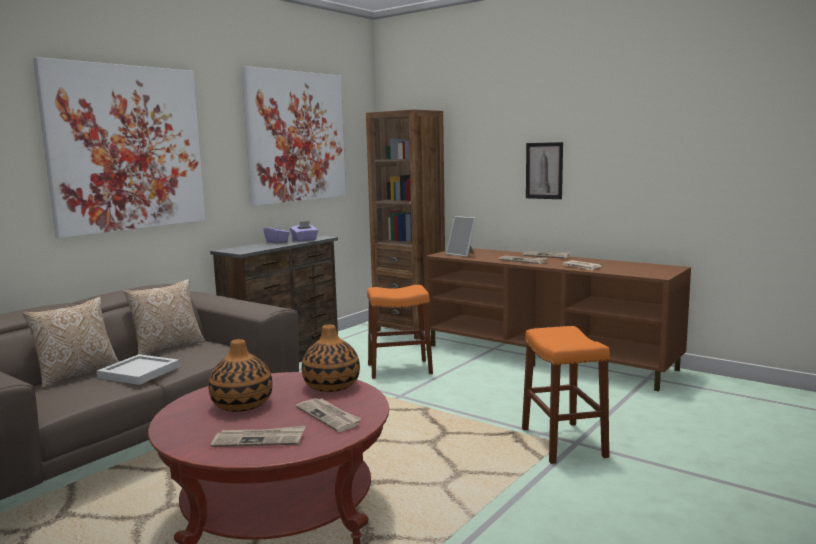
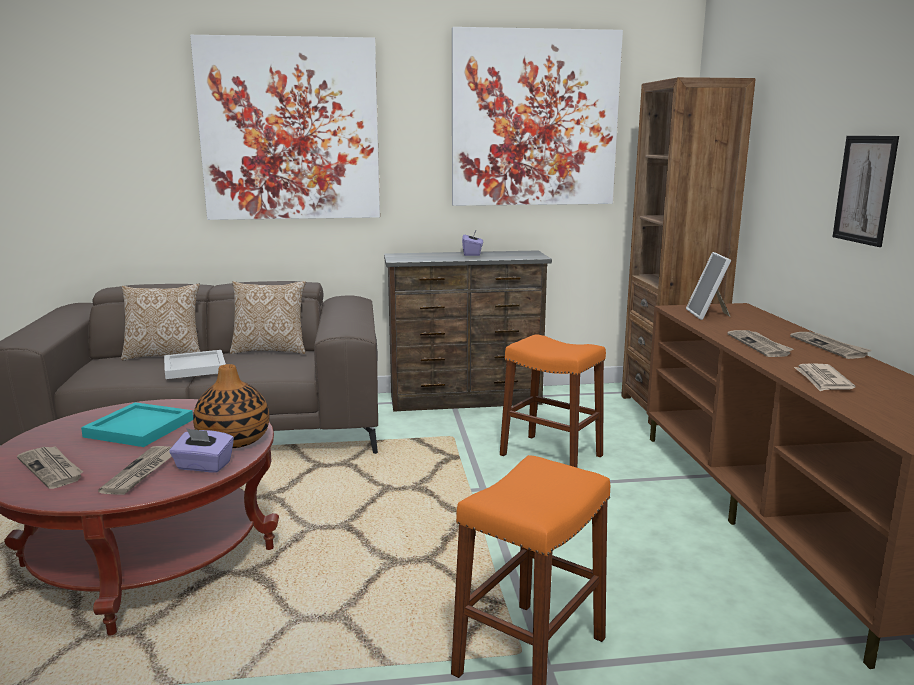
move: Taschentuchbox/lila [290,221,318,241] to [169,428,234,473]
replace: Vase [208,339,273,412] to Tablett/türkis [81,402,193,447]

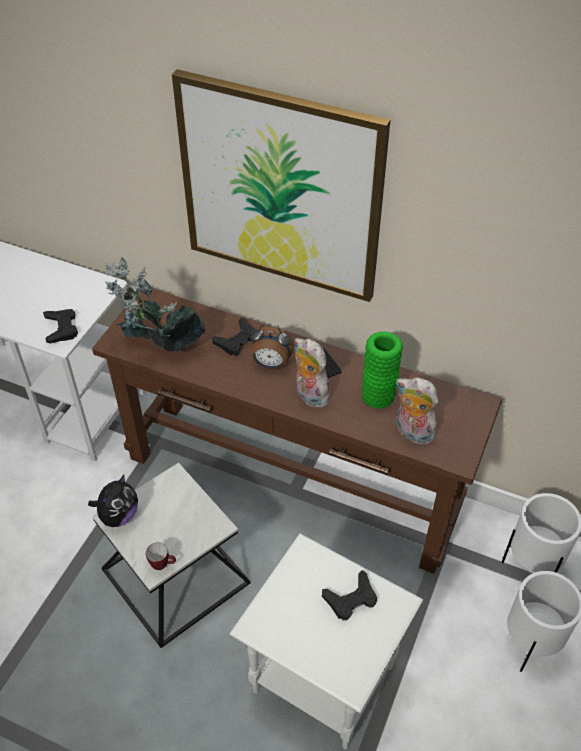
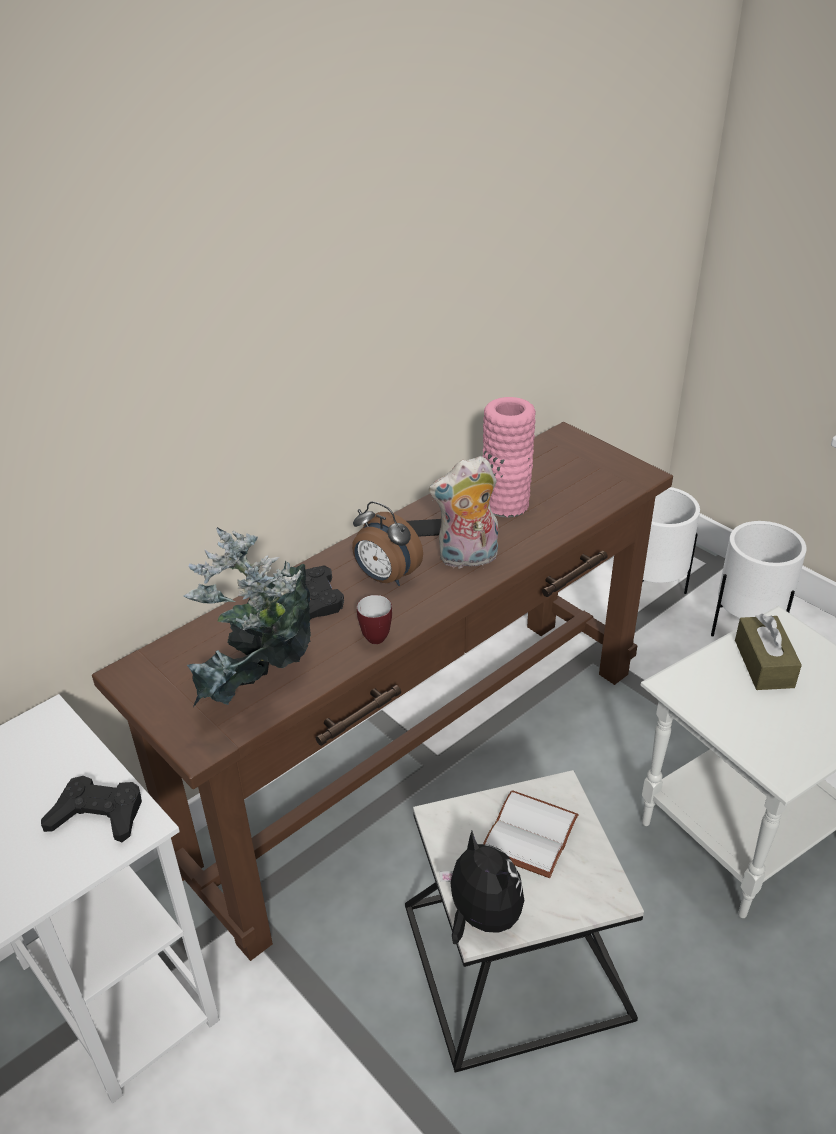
delete: Bild [172,69,390,302]; Plüschtier [396,377,438,445]
insert: Buch/weiß [483,790,579,878]
move: Henkelbecher [146,542,176,570] to [357,595,392,644]
replace: Gamepad/schwarz [322,570,377,620] to Taschentuchbox/braun [735,614,802,690]
recolor: Vase/grün [362,332,403,409] to Vase/rosa [483,397,536,518]
rotate: Wecker [250,325,295,369] = [352,501,423,586] 90 degrees clockwise

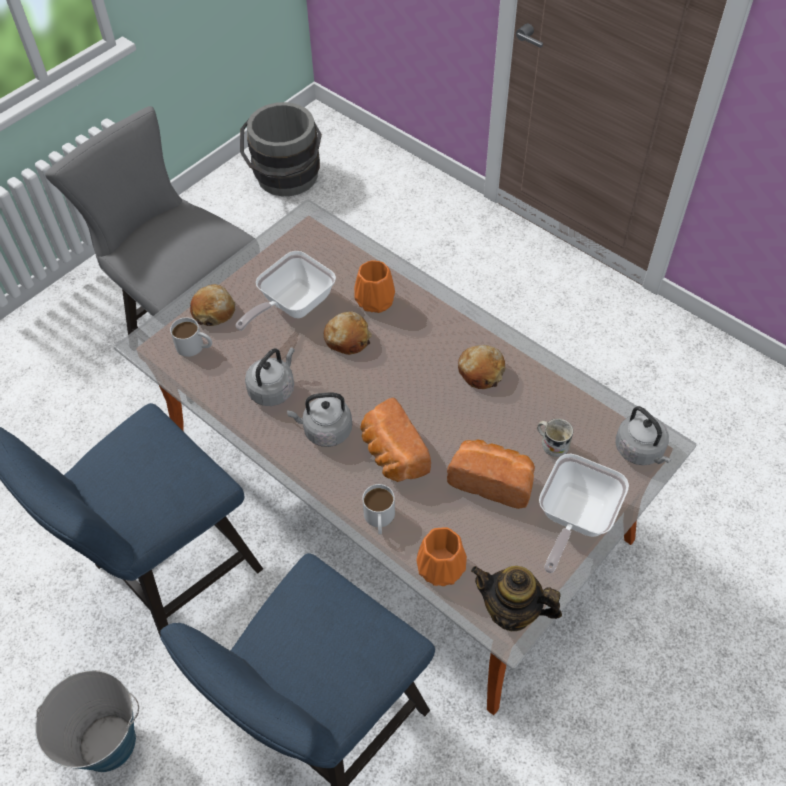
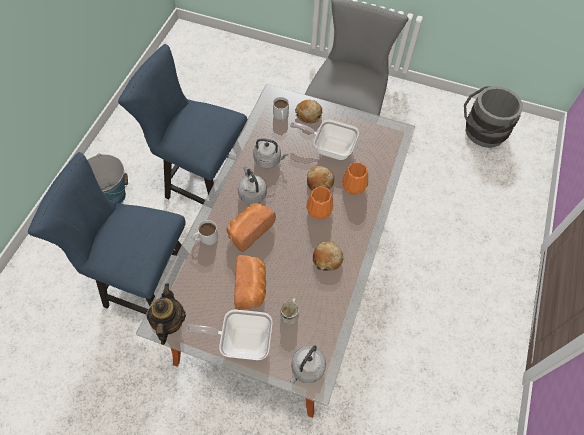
move: Vase/orange [417,527,467,586] to [306,187,333,220]

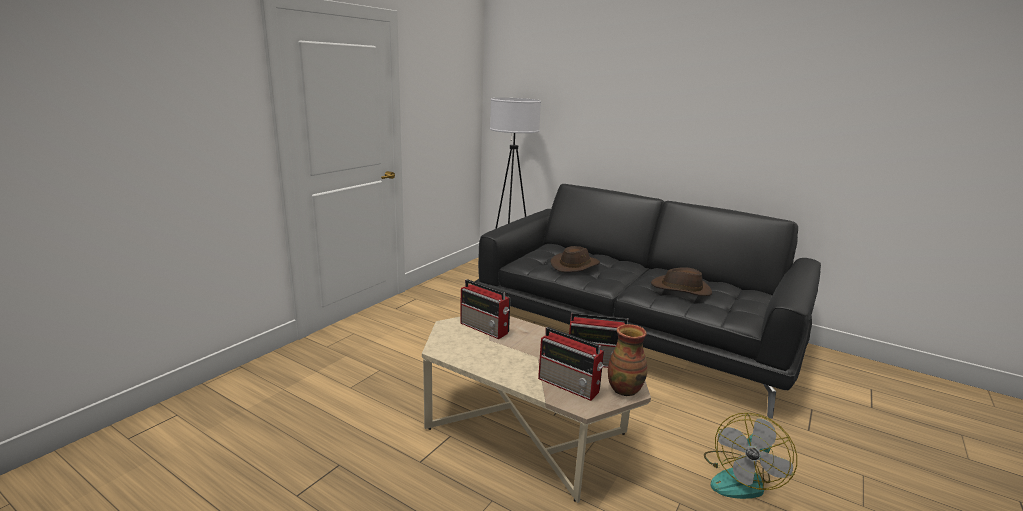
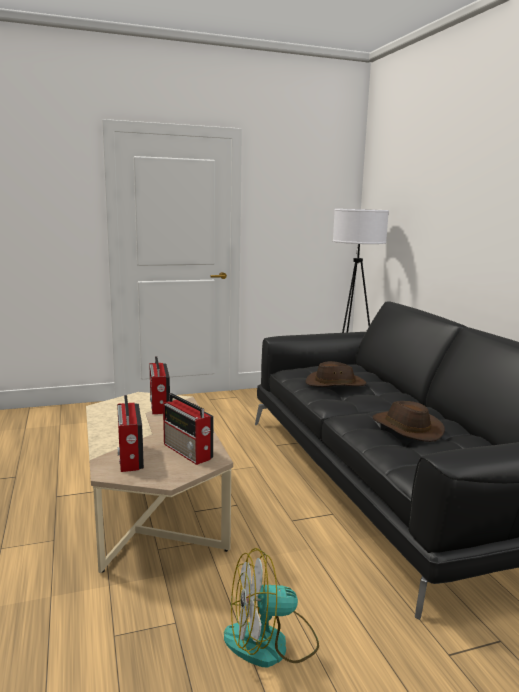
delete: Vase [608,324,647,396]

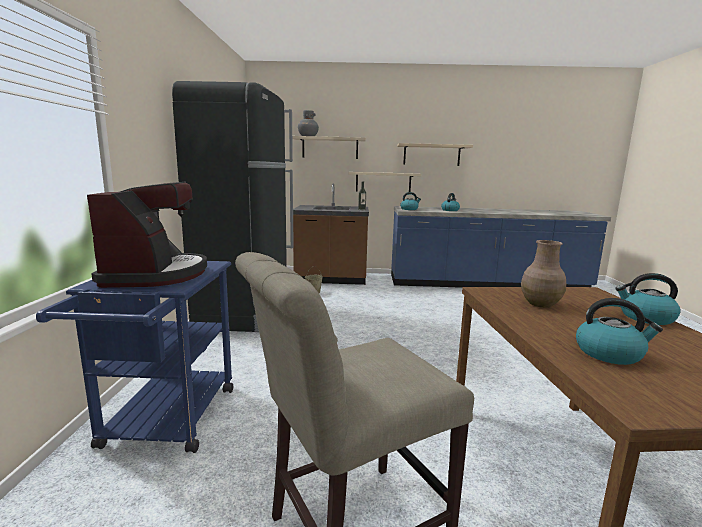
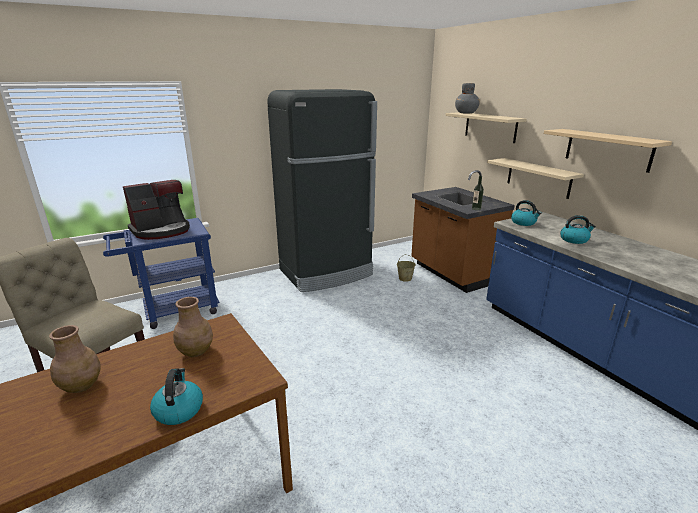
replace: Wasserkessel [576,298,663,365] to Vase/braun [49,325,101,393]

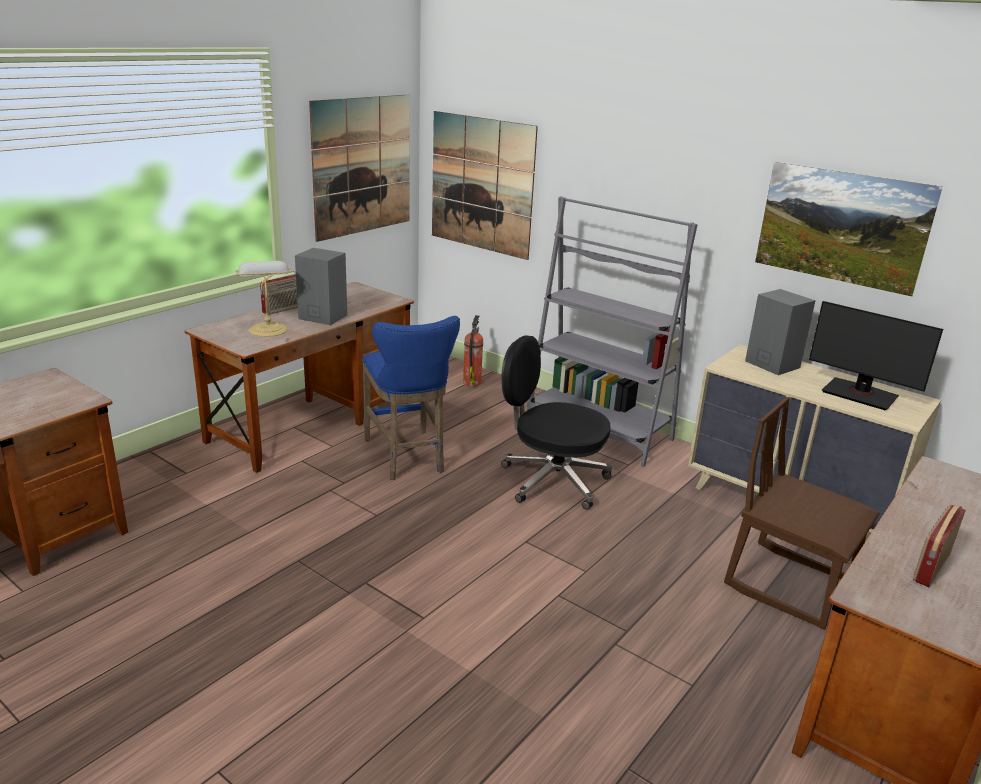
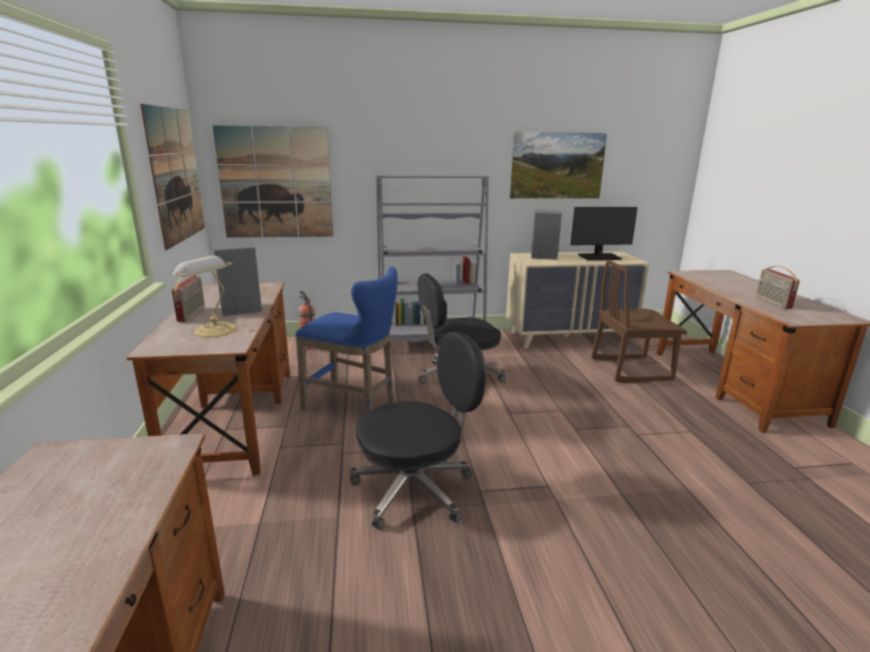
insert: Bürostuhl/schwarz [350,332,486,530]

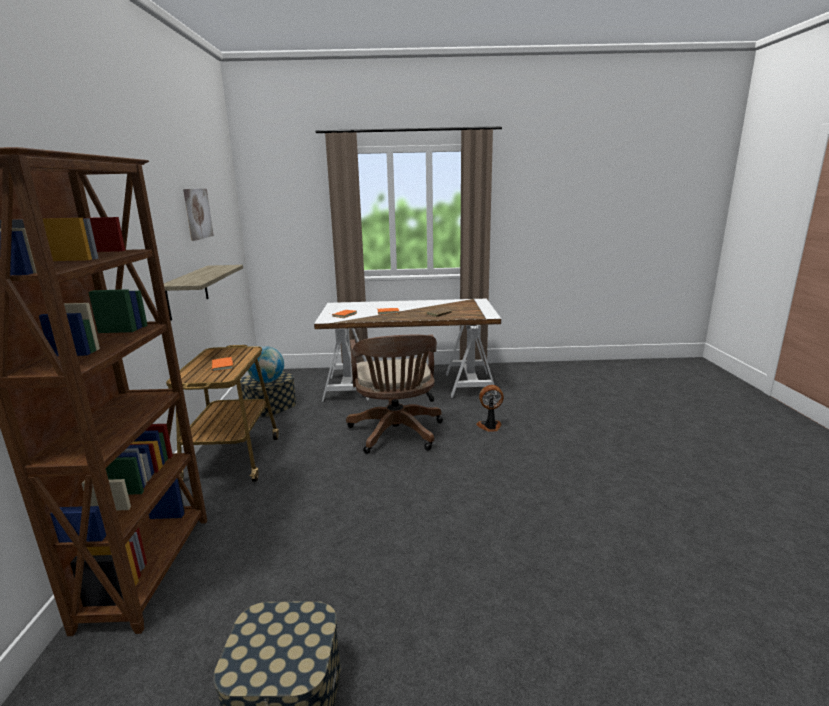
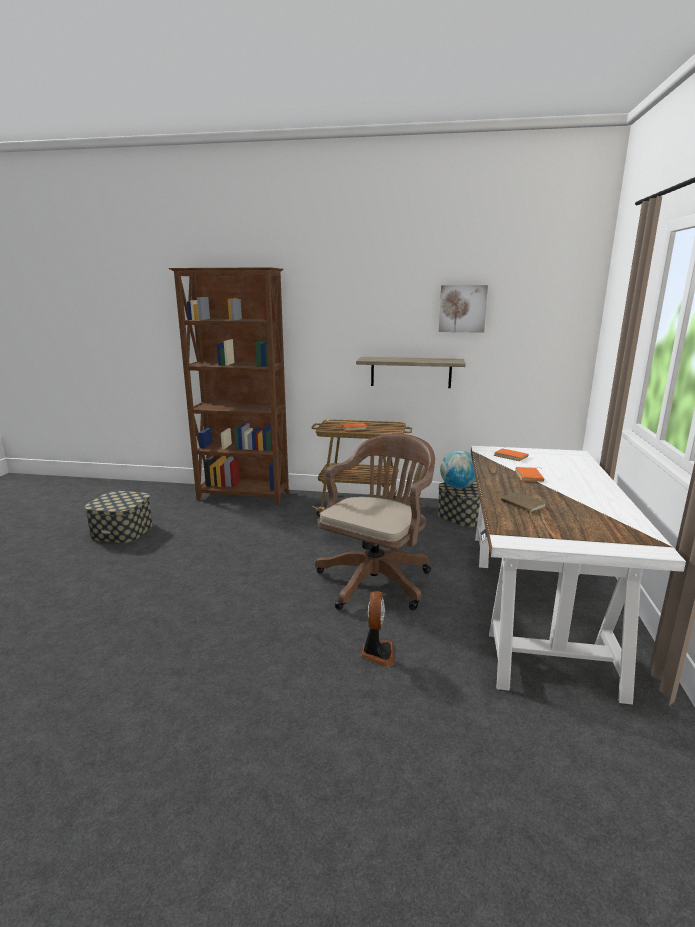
rotate: Bürostuhl/braun [346,335,443,454] = [315,434,435,610] 120 degrees clockwise

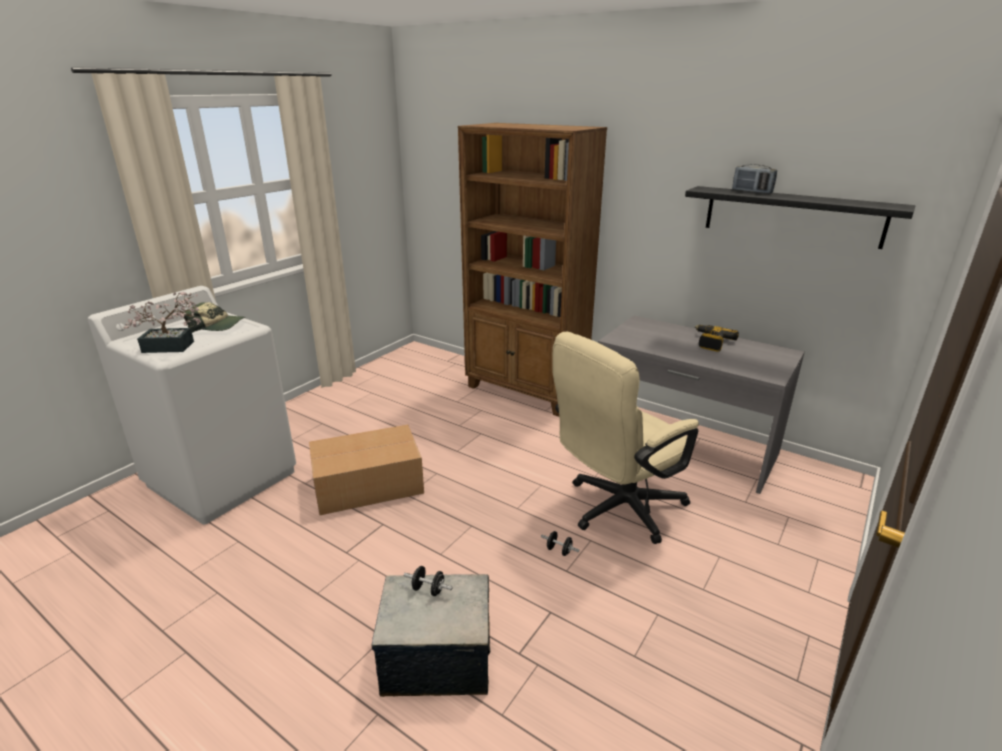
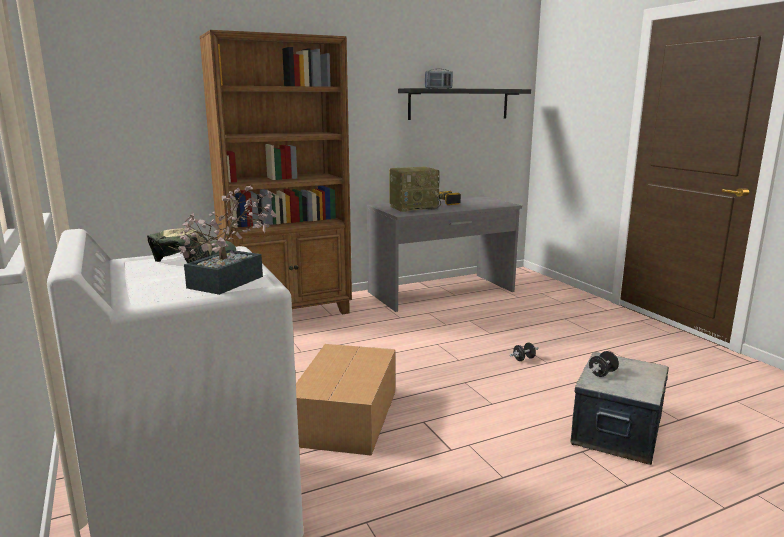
delete: Bürostuhl/beige [552,332,699,544]
insert: Radio [389,167,441,212]

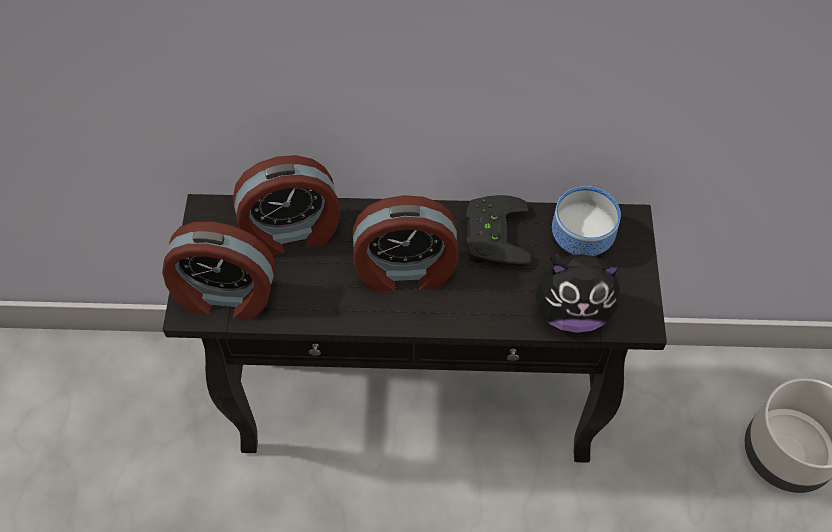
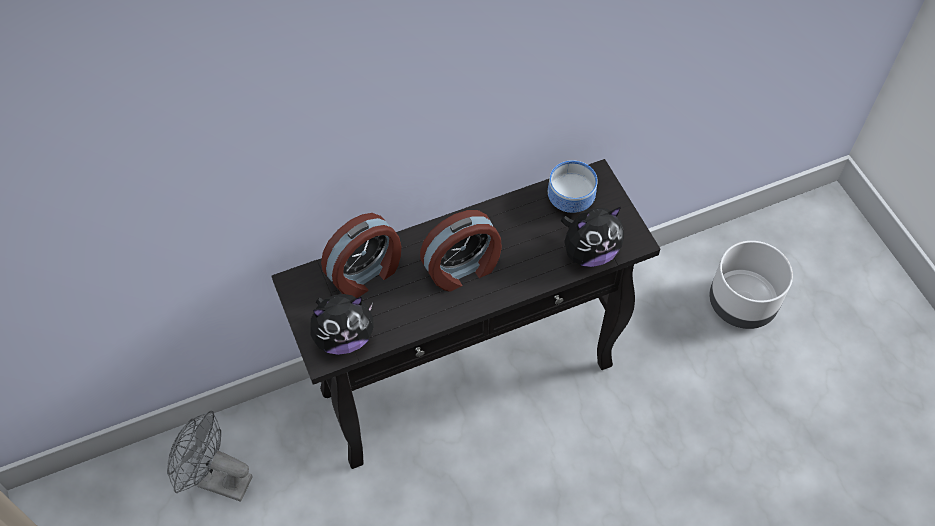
delete: Gamepad/schwarz [466,195,532,266]
insert: Ventilator/grau [167,411,253,502]
replace: Wecker [162,222,276,319] to Plüschtier [310,294,374,355]

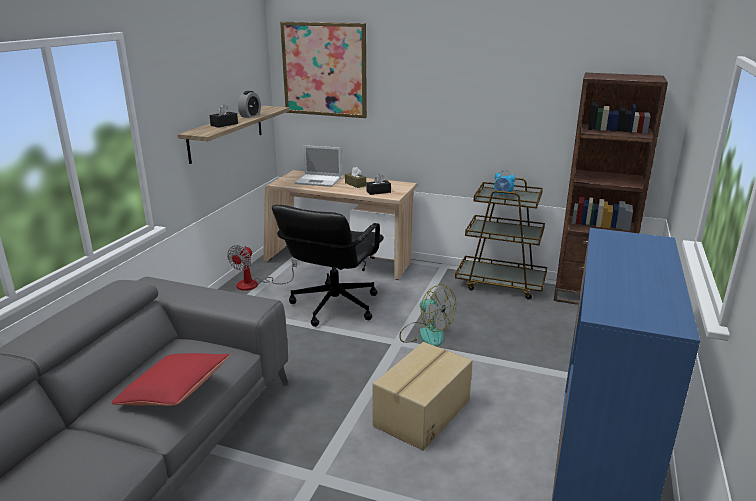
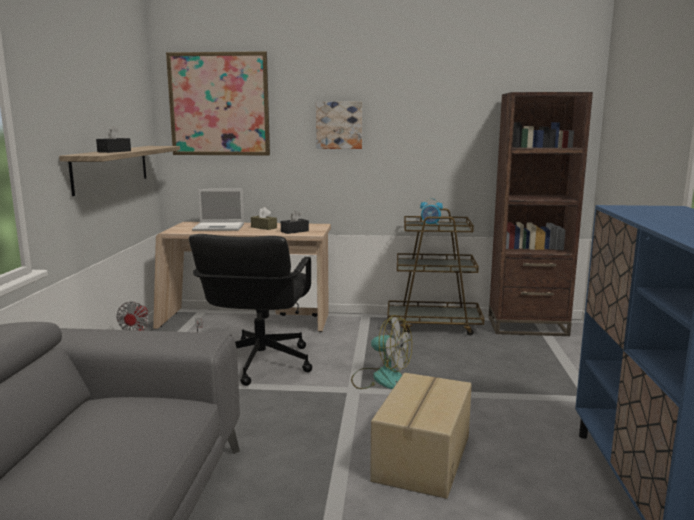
delete: Kissen/rot [111,353,230,406]; Wecker [238,91,261,118]
insert: Bild [316,102,362,149]

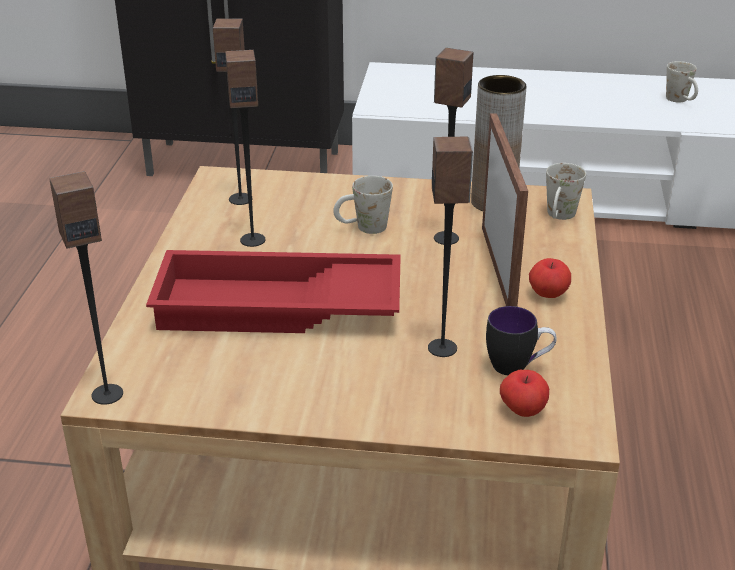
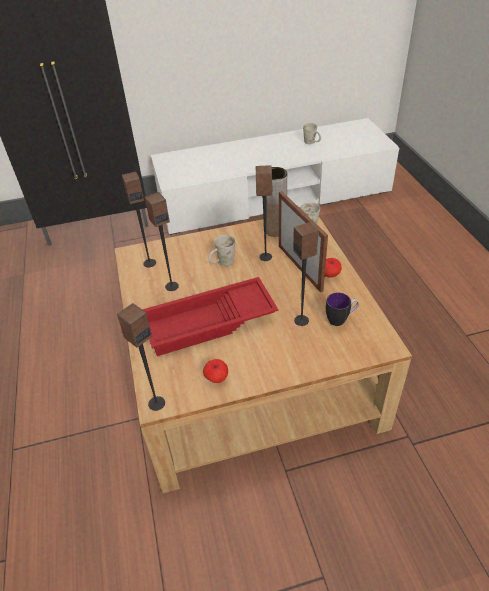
move: Apfel [500,370,549,417] to [203,359,228,383]

